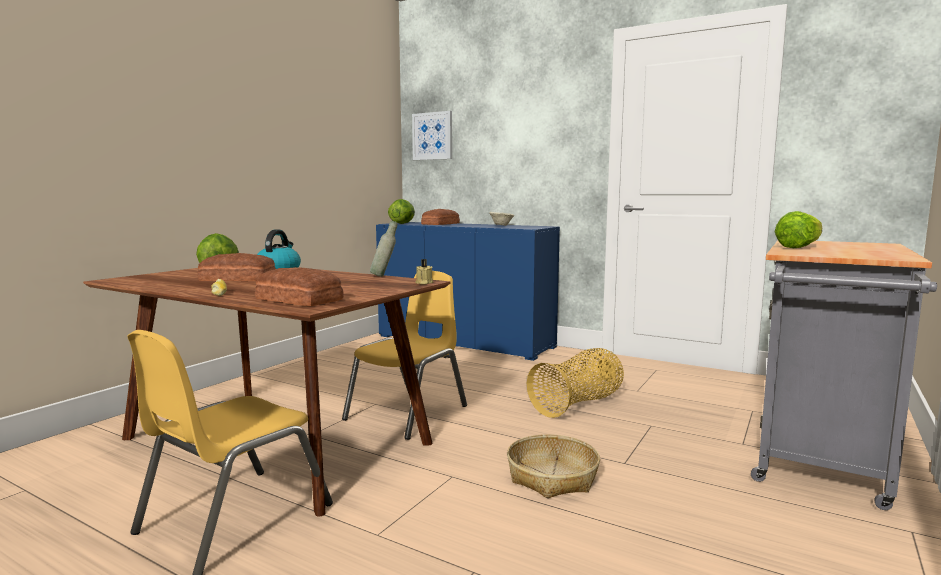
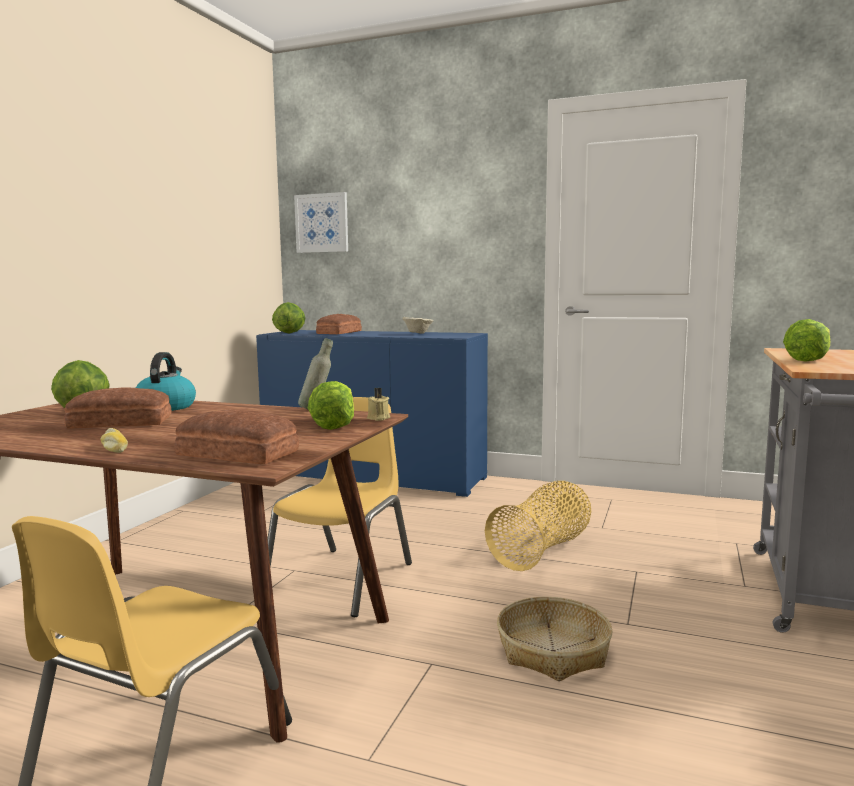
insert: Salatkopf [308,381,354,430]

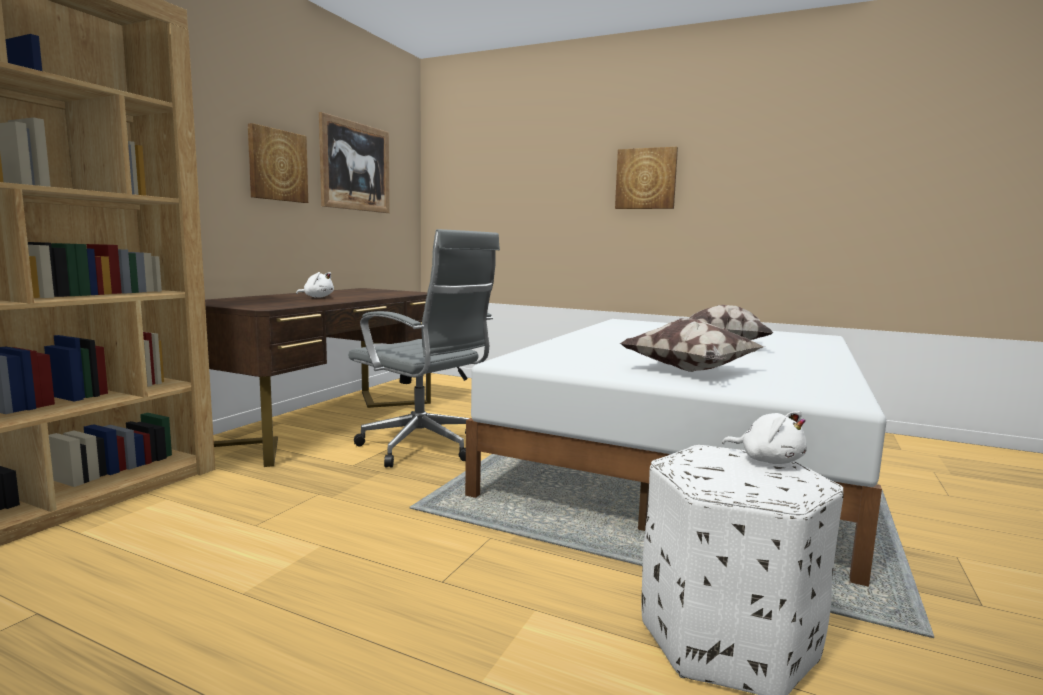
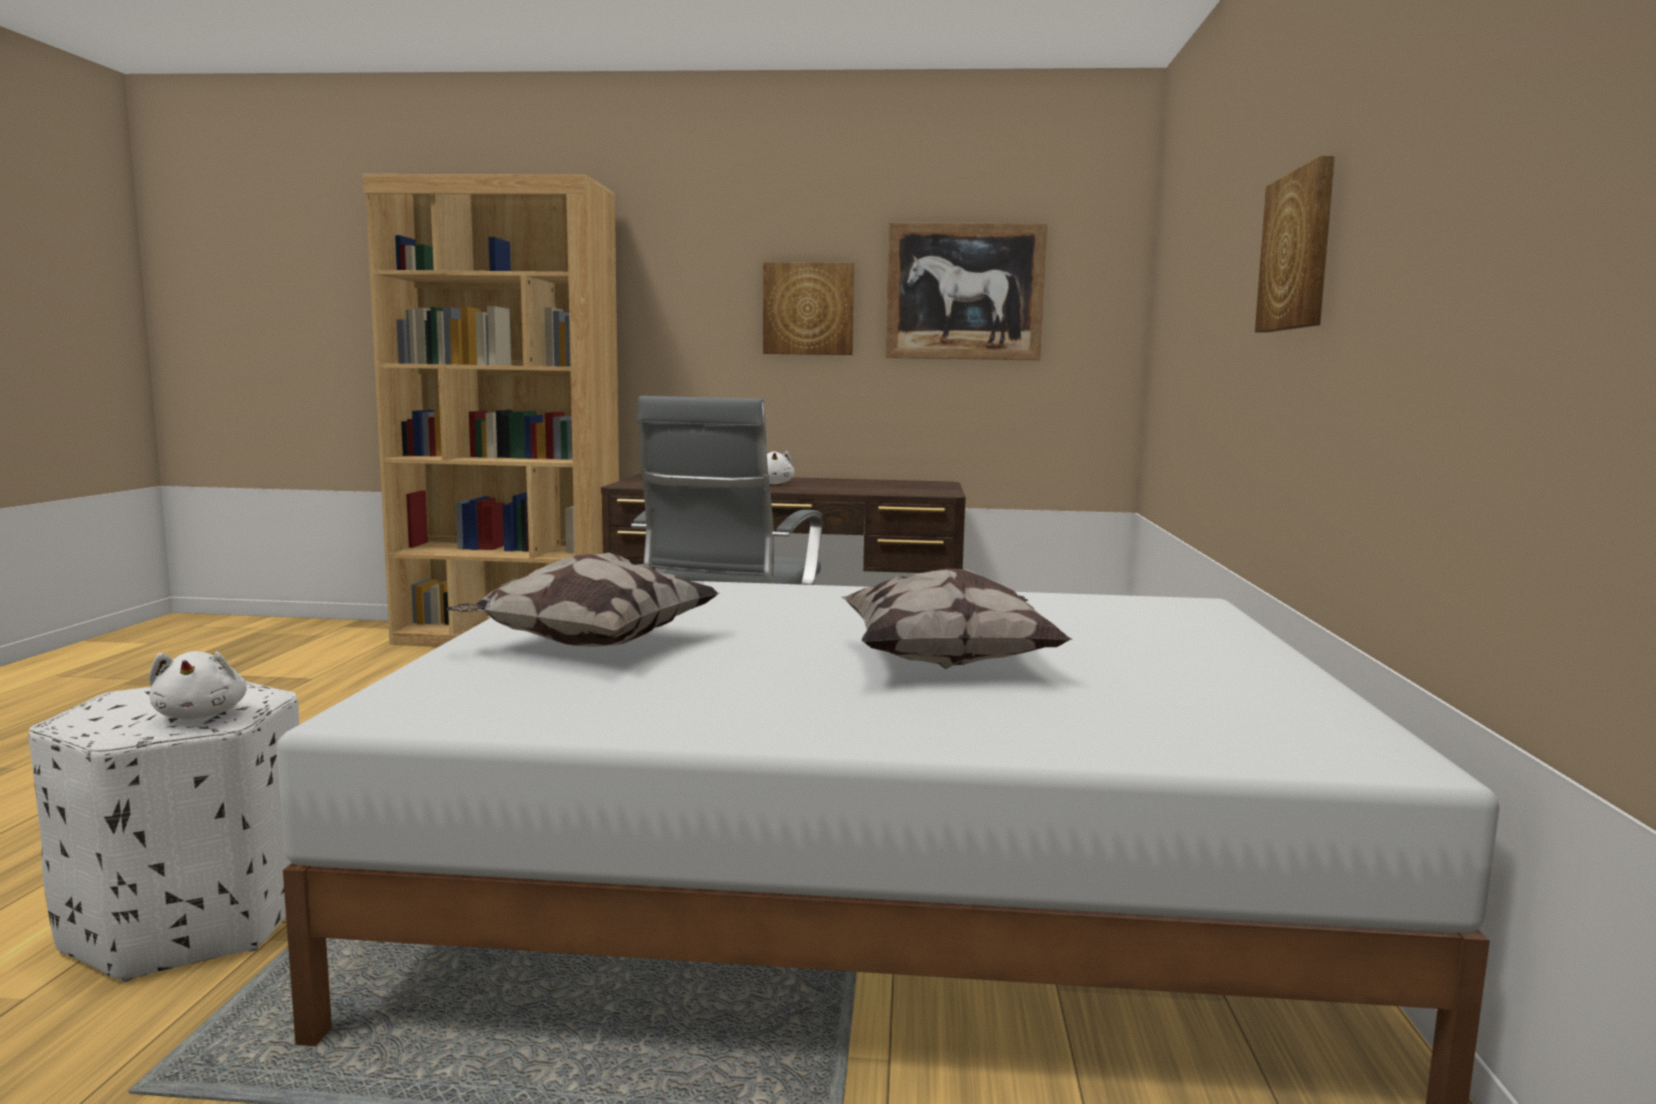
rotate: Plüschtier/weiß [722,411,807,464] = [149,651,247,719] 45 degrees counterclockwise

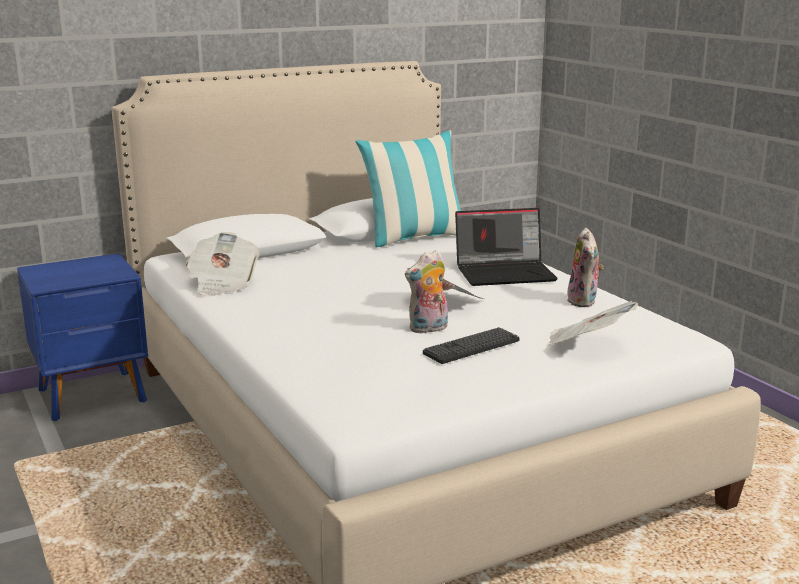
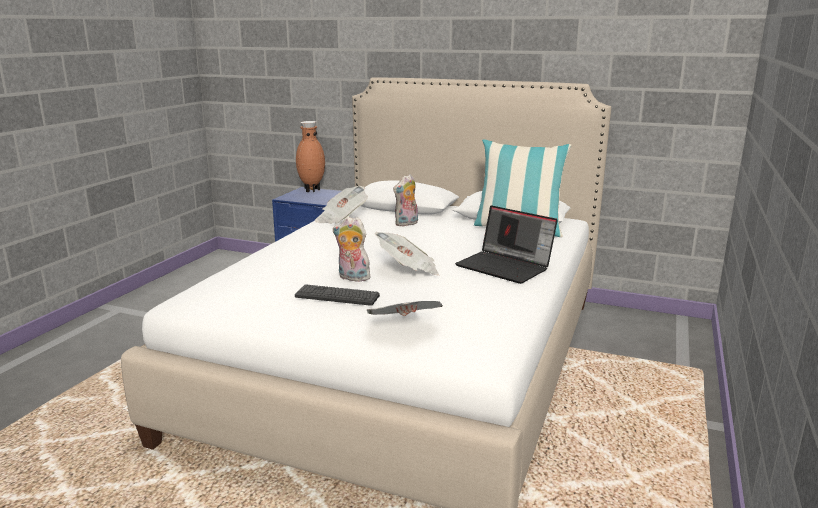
insert: Vase/braun [296,121,325,192]
move: Plüschtier [567,228,603,307] to [393,174,418,227]

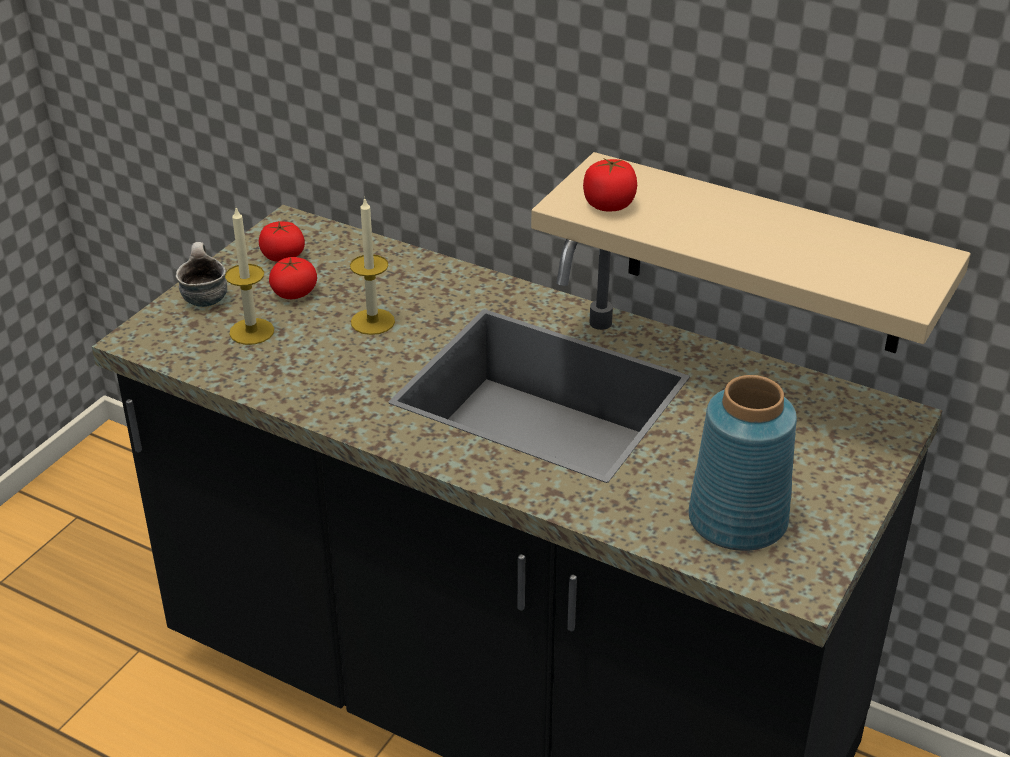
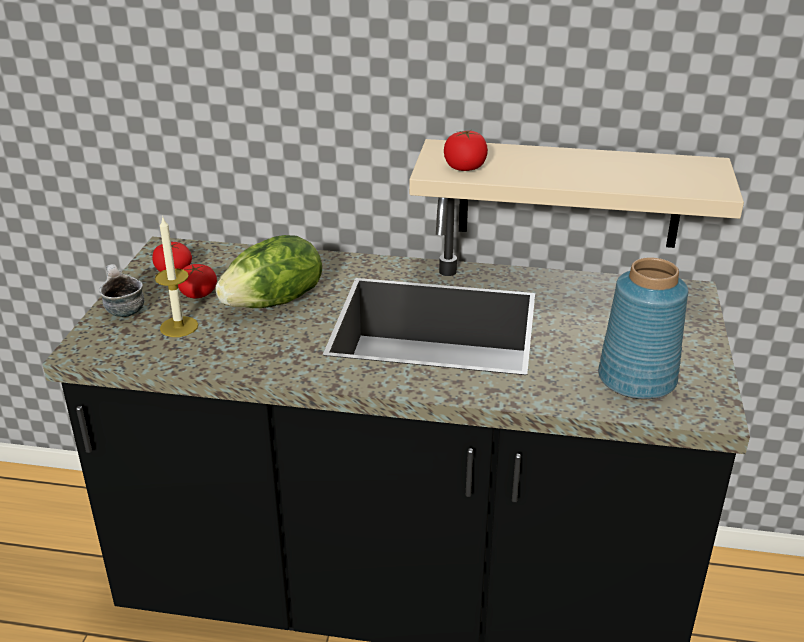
replace: Kerze [350,197,395,335] to Salatkopf [215,235,322,308]

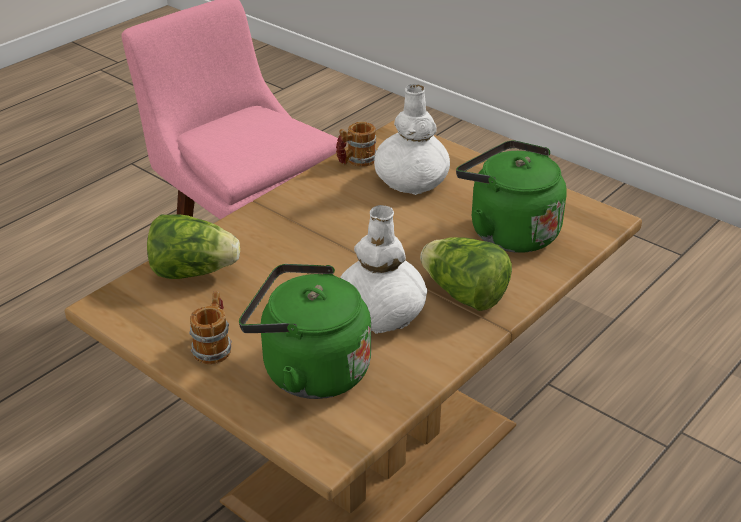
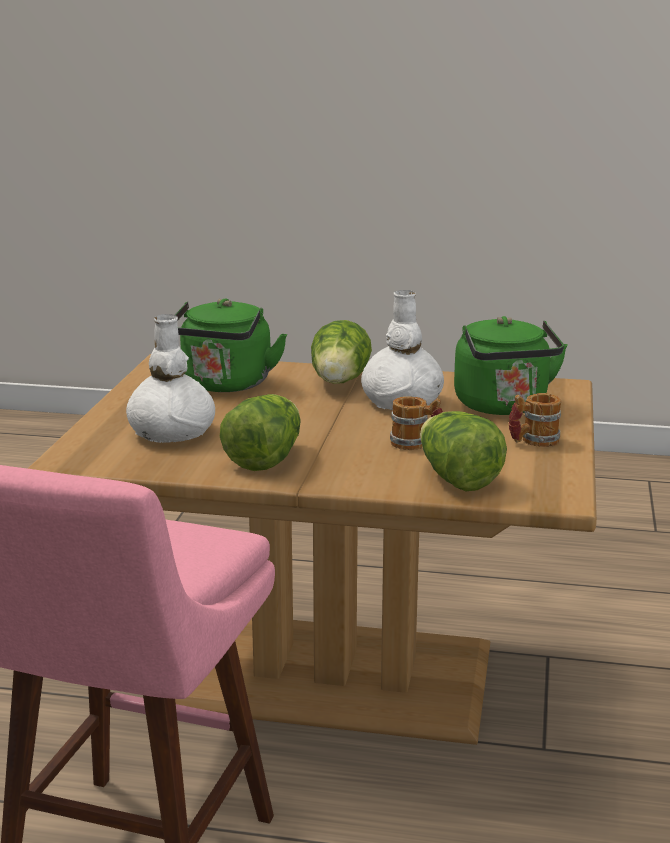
insert: Salatkopf [220,394,301,471]
move: Henkelbecher [336,122,376,167] to [390,396,443,450]

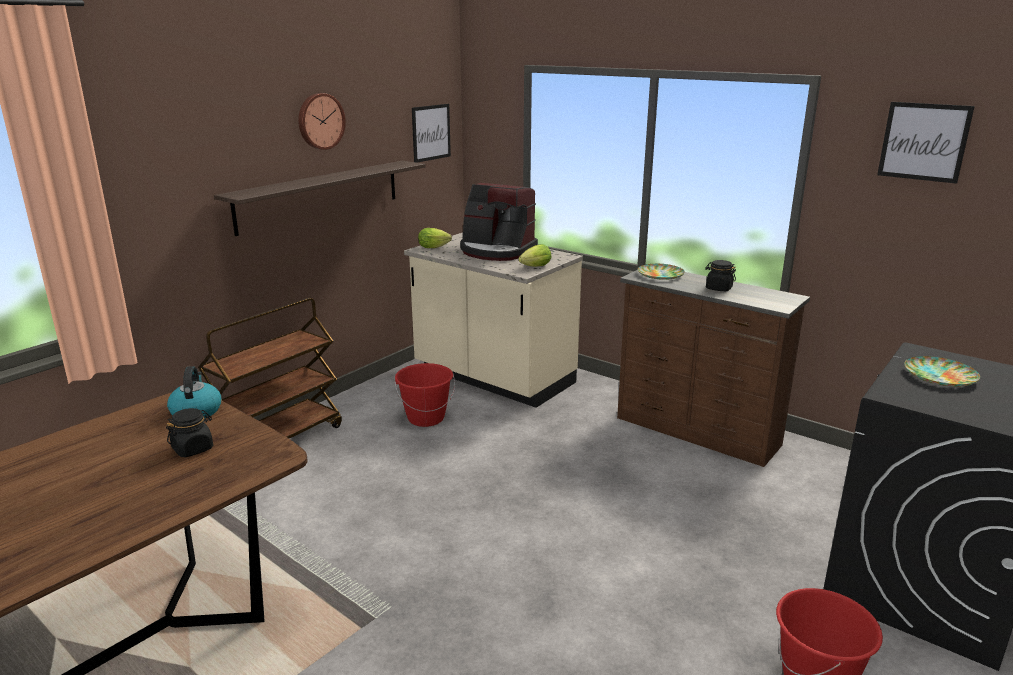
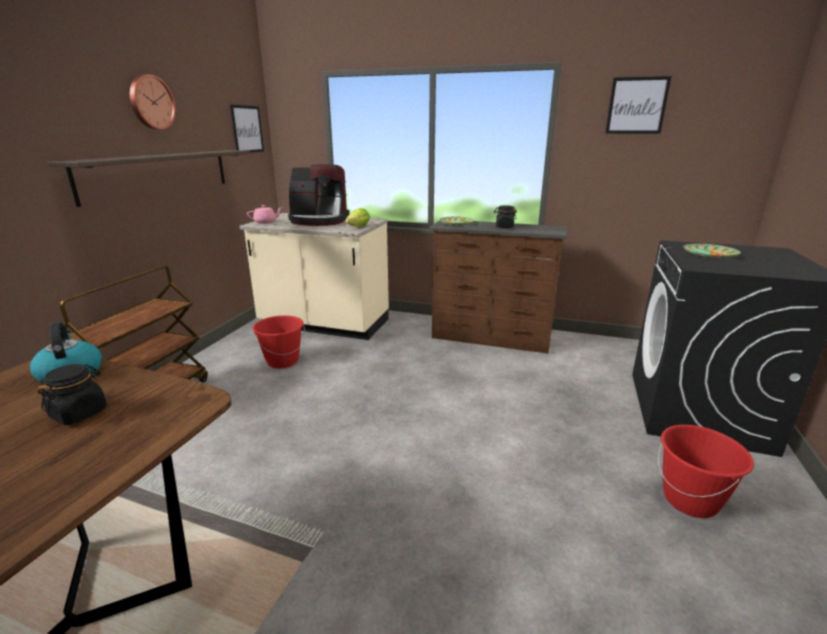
replace: Salatkopf [418,228,452,248] to Teekanne/rosa [247,205,283,224]

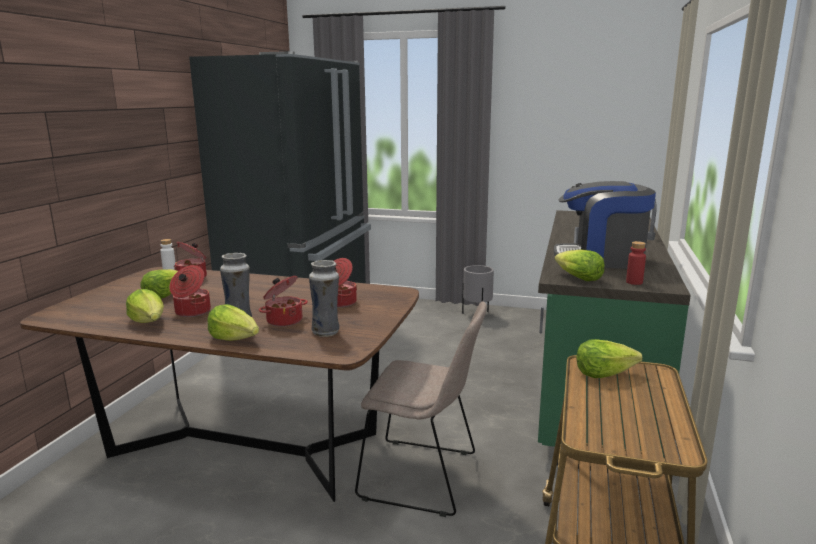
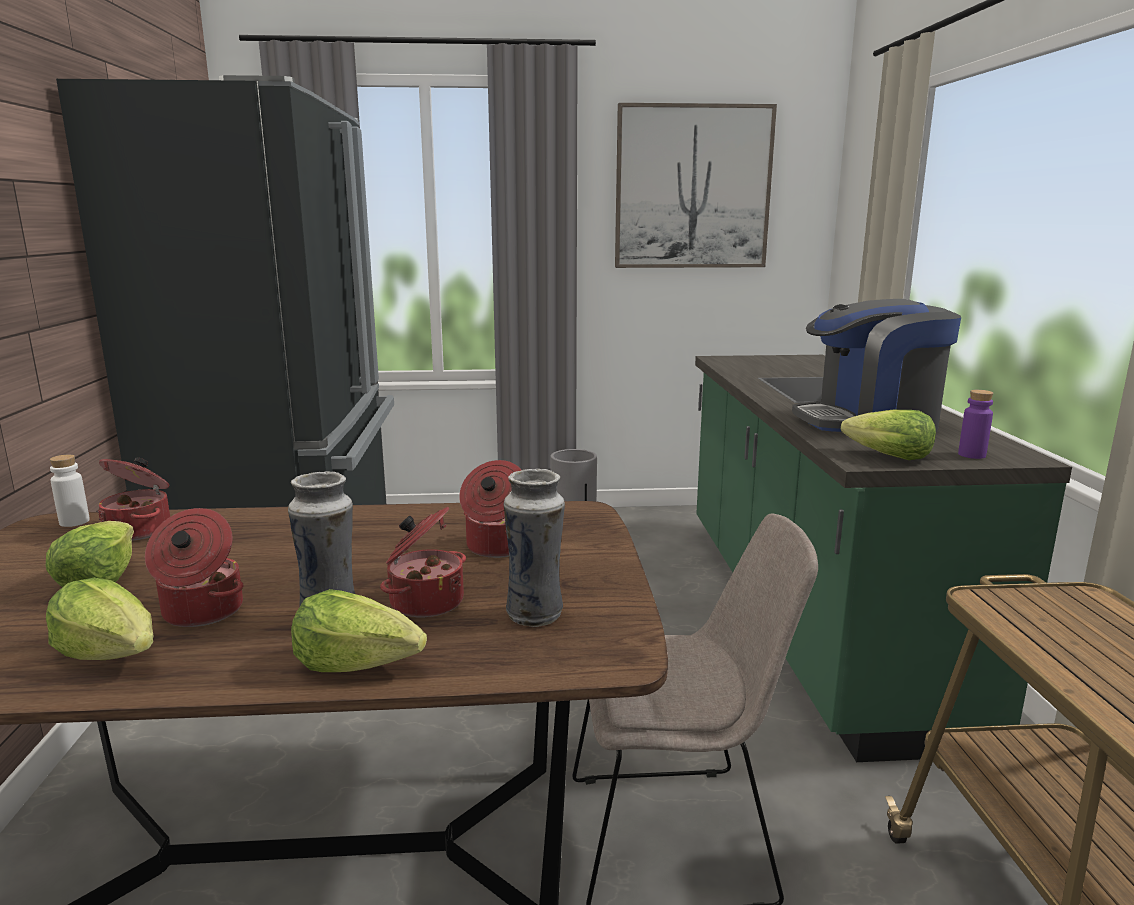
delete: Salatkopf [576,339,643,378]
insert: Bild [615,103,777,268]
recolor: Flasche/rot [626,241,646,285] to Flasche/lila [958,390,994,459]

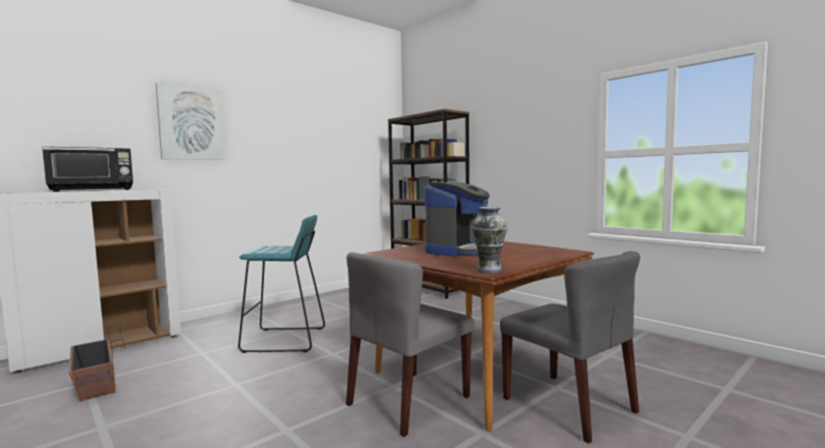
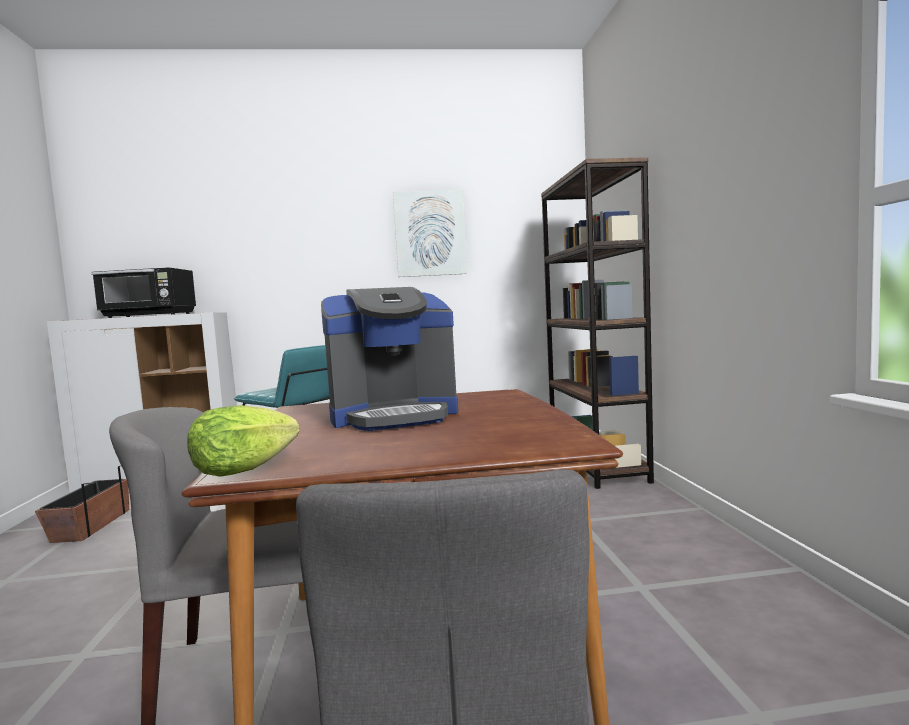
move: Bild [156,83,226,160] to [393,190,467,277]
replace: Vase [472,207,508,273] to Salatkopf [187,405,299,476]

